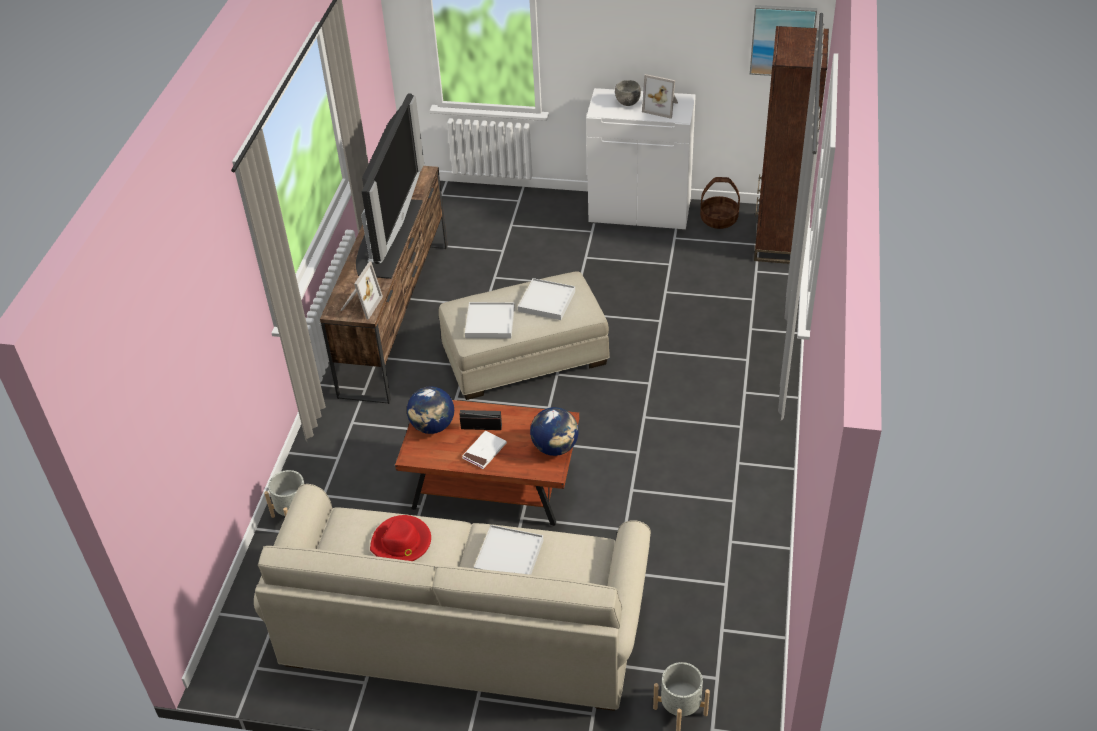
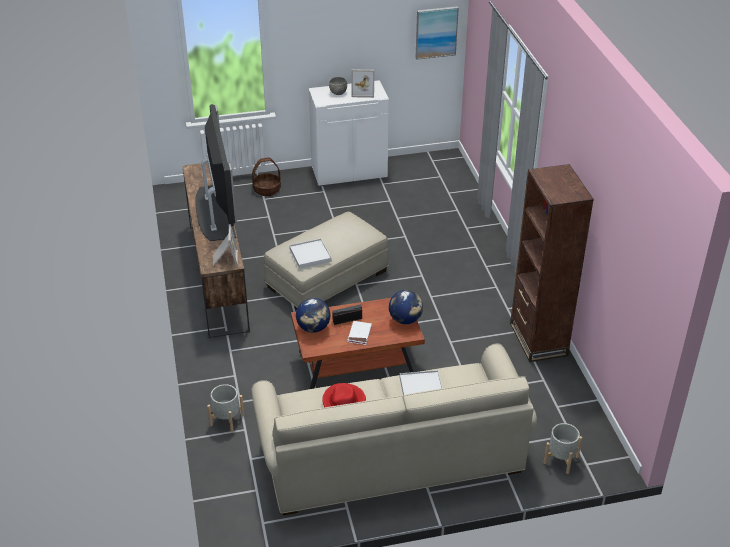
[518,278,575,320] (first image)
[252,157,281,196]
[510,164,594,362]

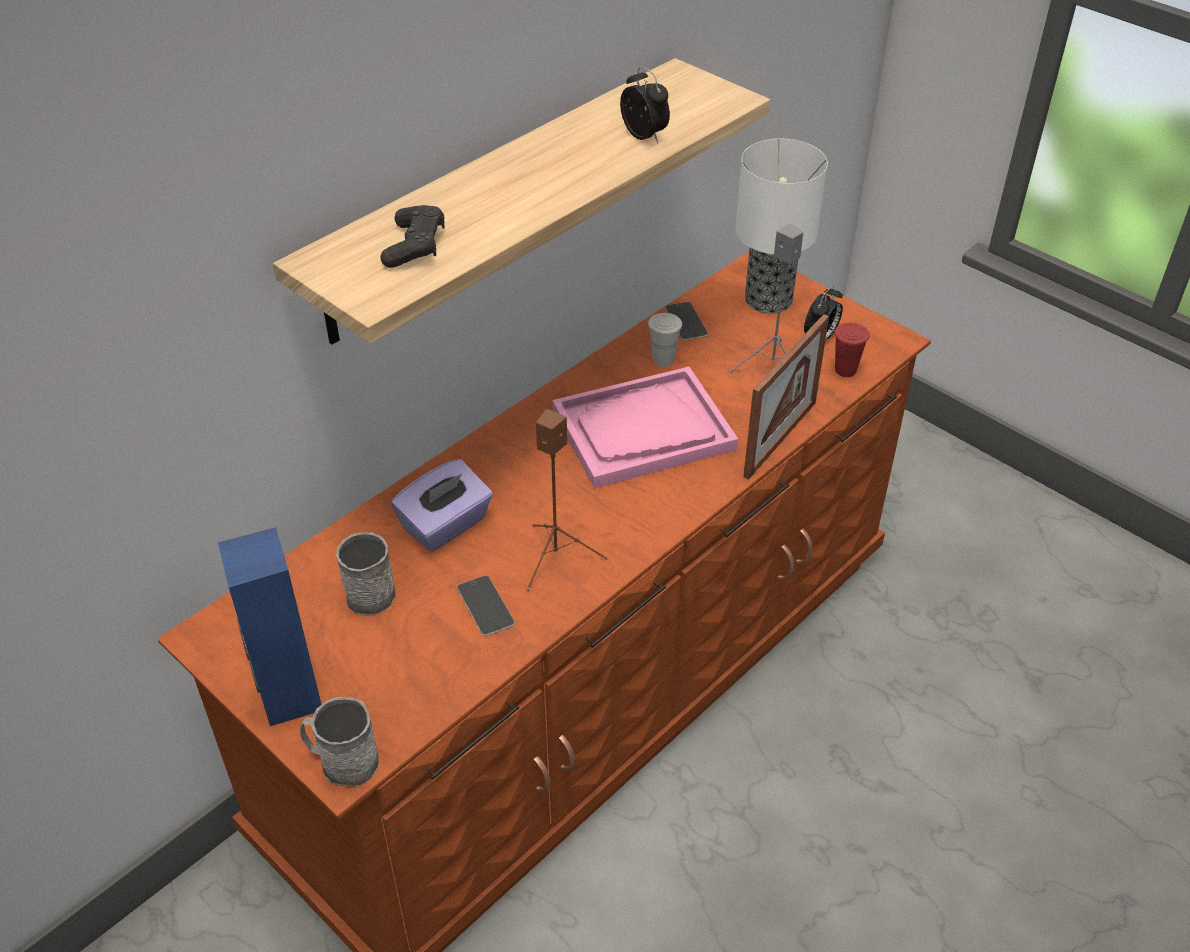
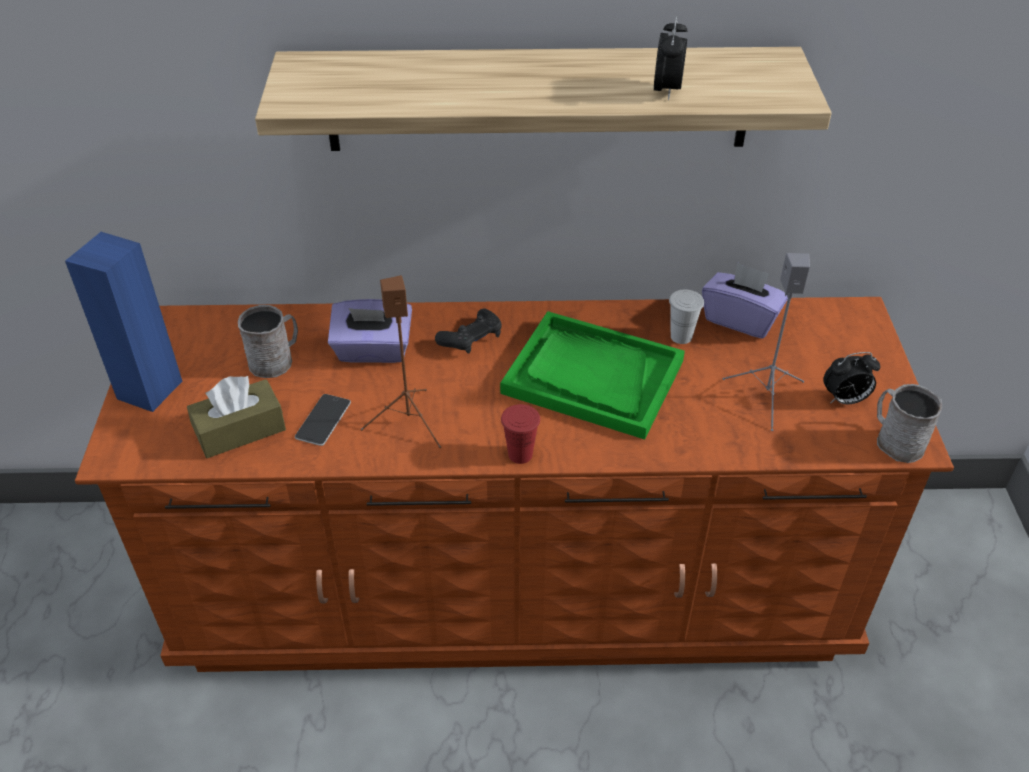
[735,139,828,314] (first image)
[743,314,829,480] (first image)
[187,376,286,458]
[877,384,942,463]
[435,308,502,354]
[501,404,540,464]
[702,263,788,339]
[500,311,685,440]

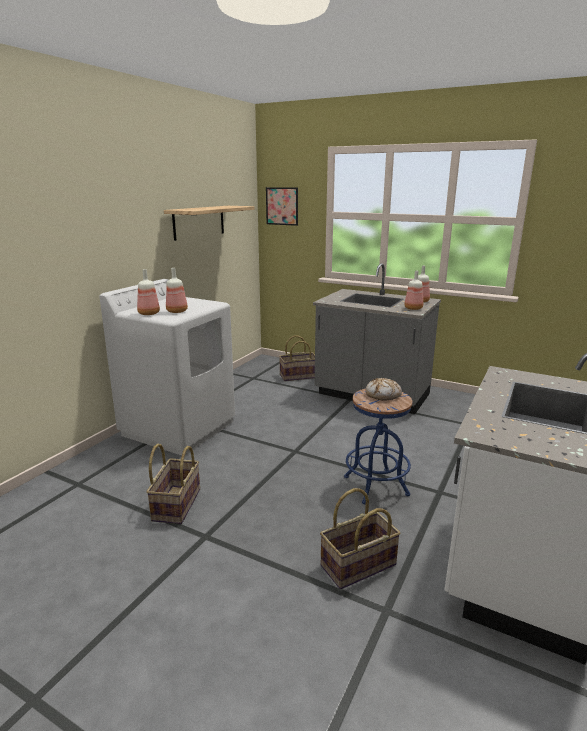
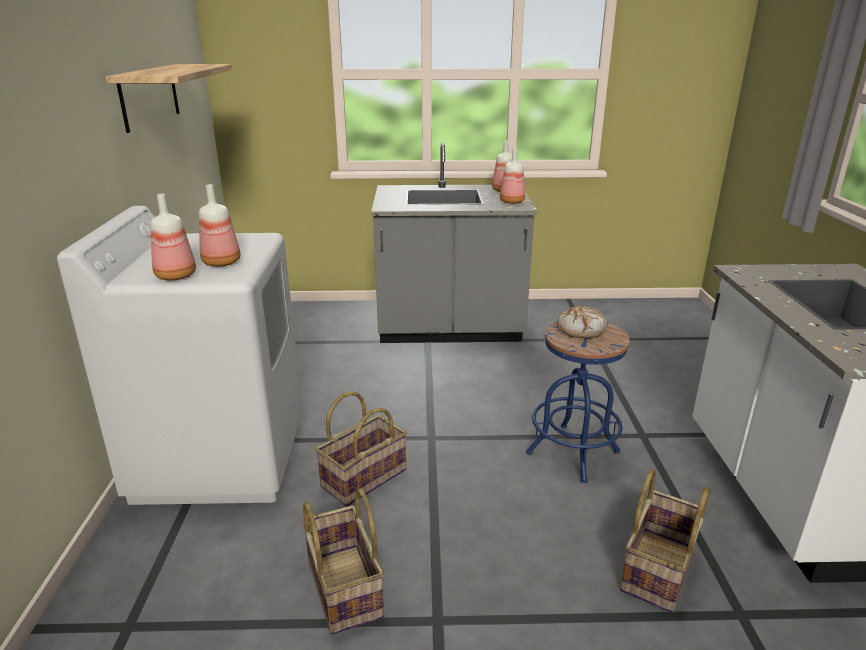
[266,187,298,226] (first image)
[315,391,407,507]

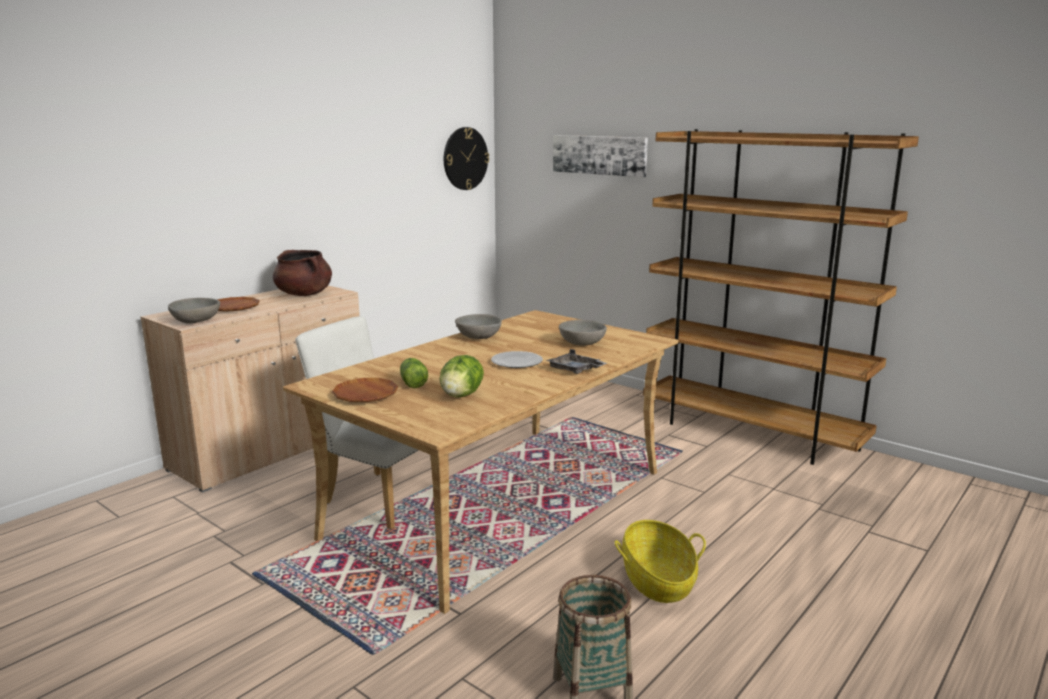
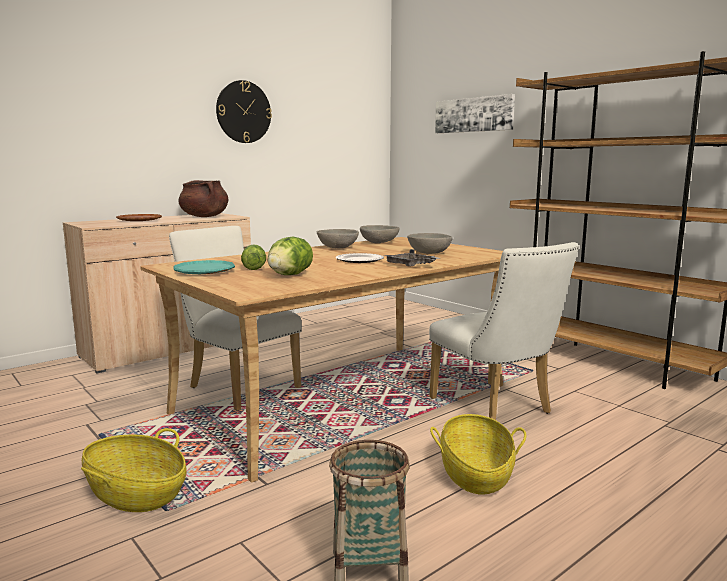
[81,428,187,512]
[429,242,579,420]
[360,225,400,243]
[216,80,272,143]
[173,260,235,274]

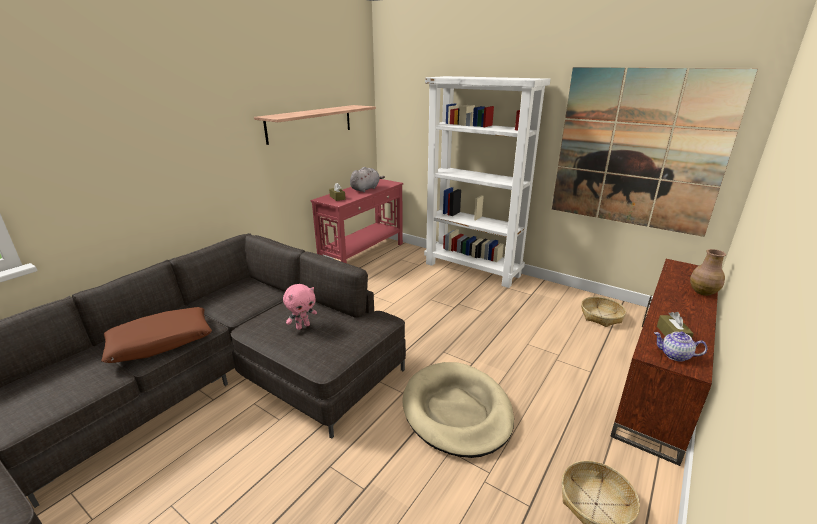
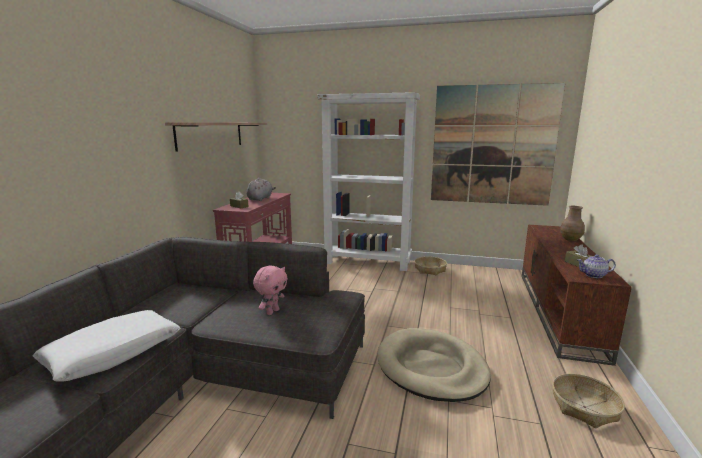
[414,256,447,275]
[33,310,181,382]

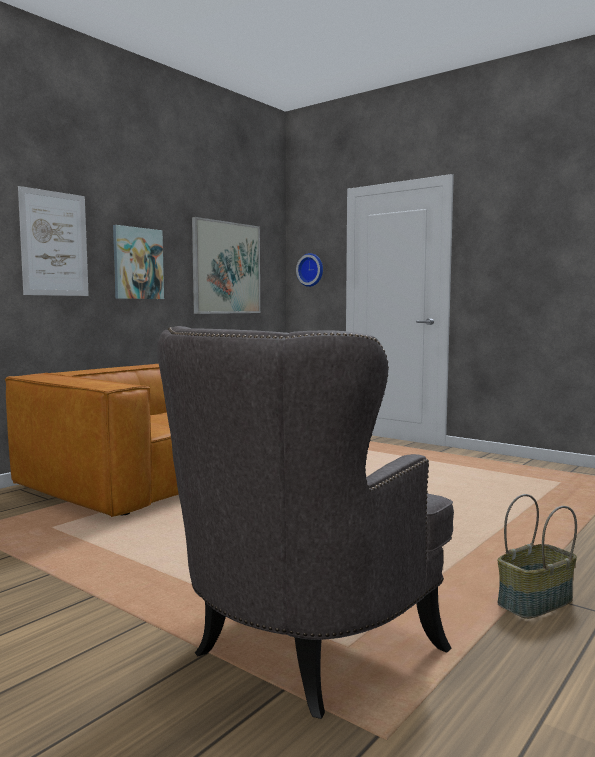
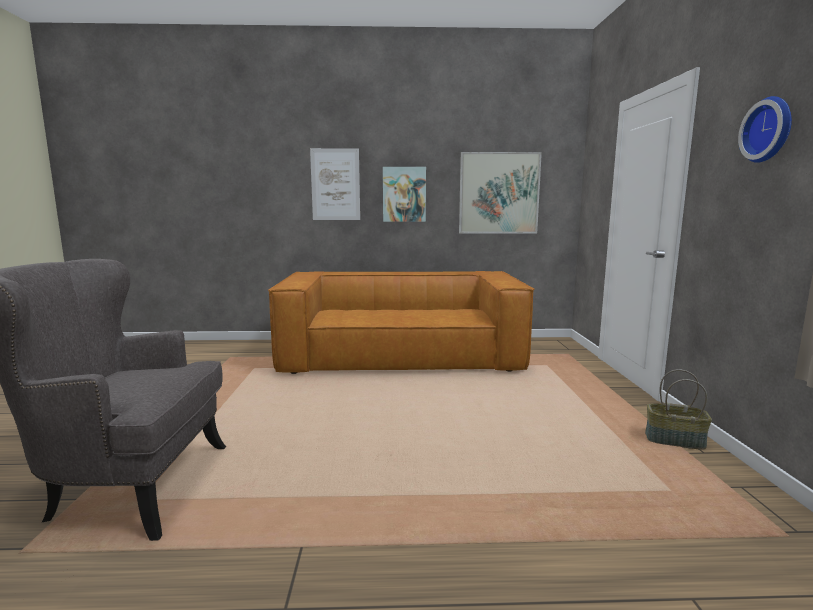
[738,96,792,163]
[645,369,712,450]

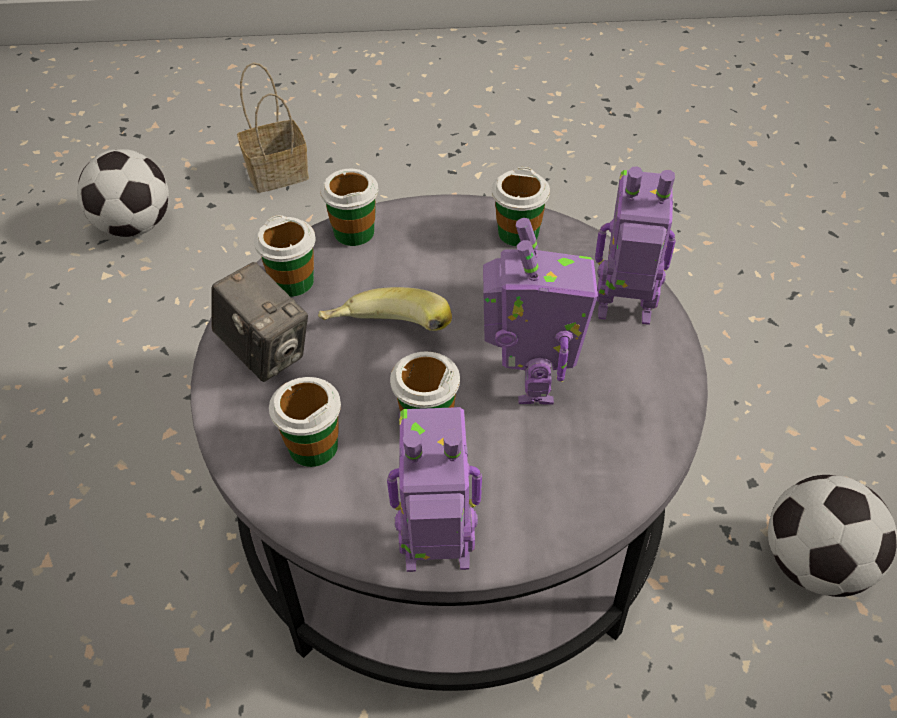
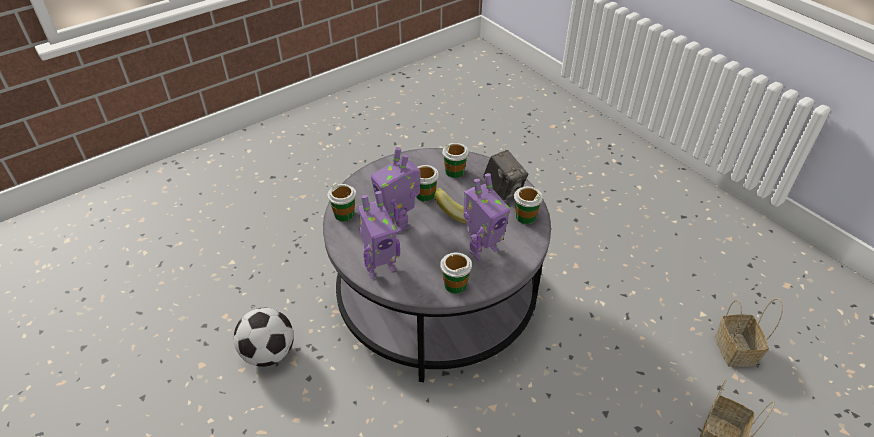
[327,184,356,221]
[464,173,510,261]
[715,298,783,367]
[483,150,528,200]

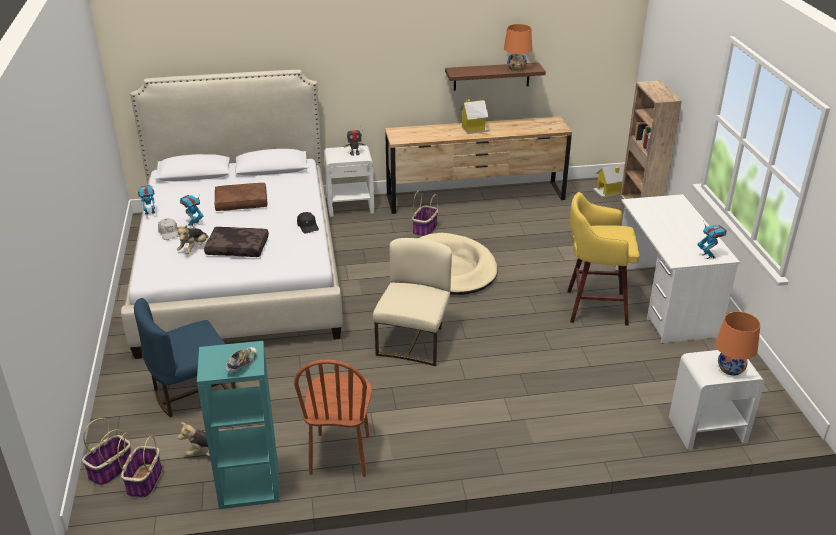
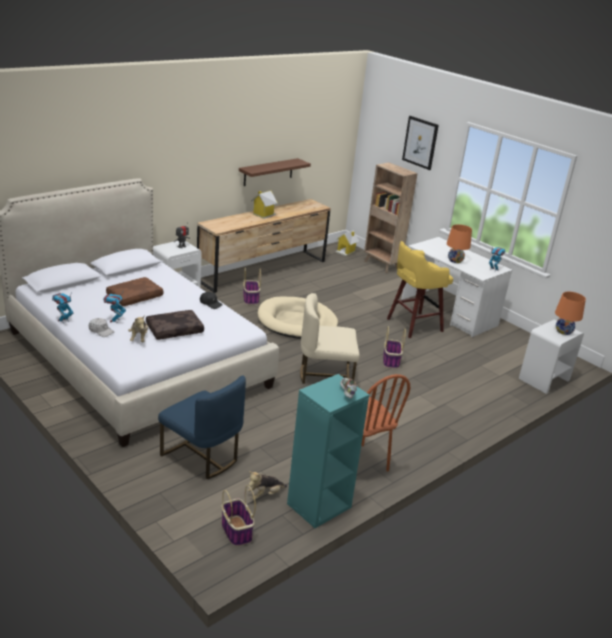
[402,116,439,170]
[383,326,406,369]
[447,224,472,263]
[158,375,246,480]
[300,293,360,384]

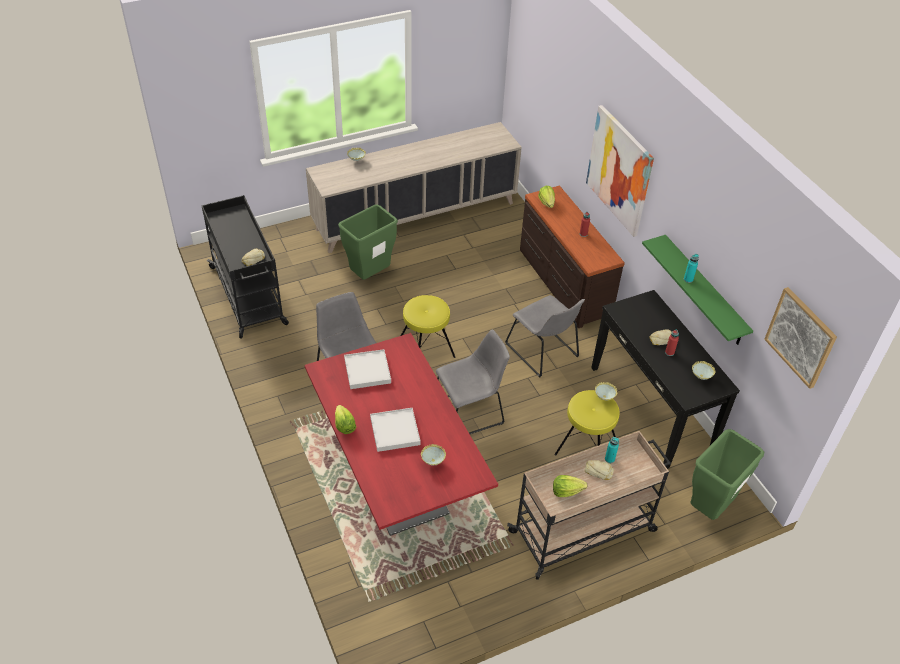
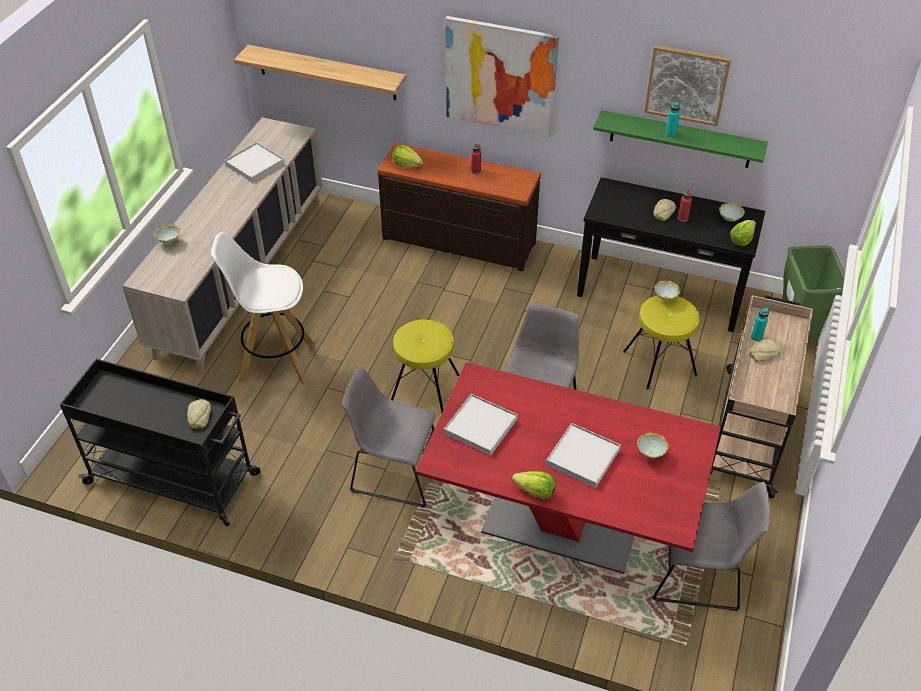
[224,142,285,183]
[234,45,406,100]
[652,482,770,611]
[730,220,756,247]
[644,45,731,126]
[211,232,315,384]

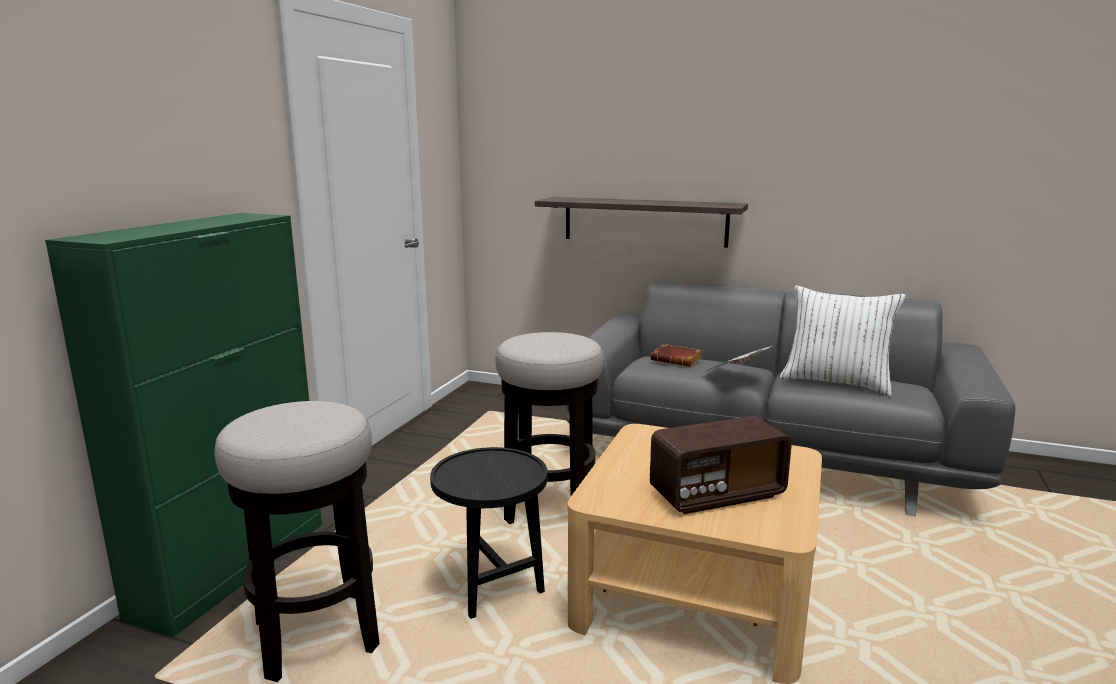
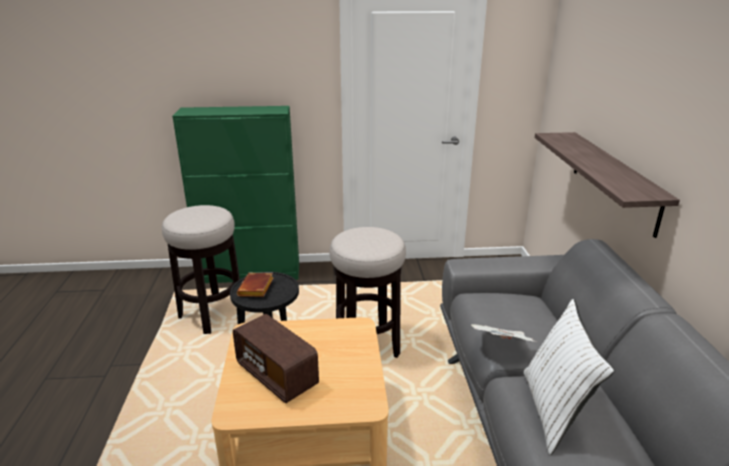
[237,273,273,297]

